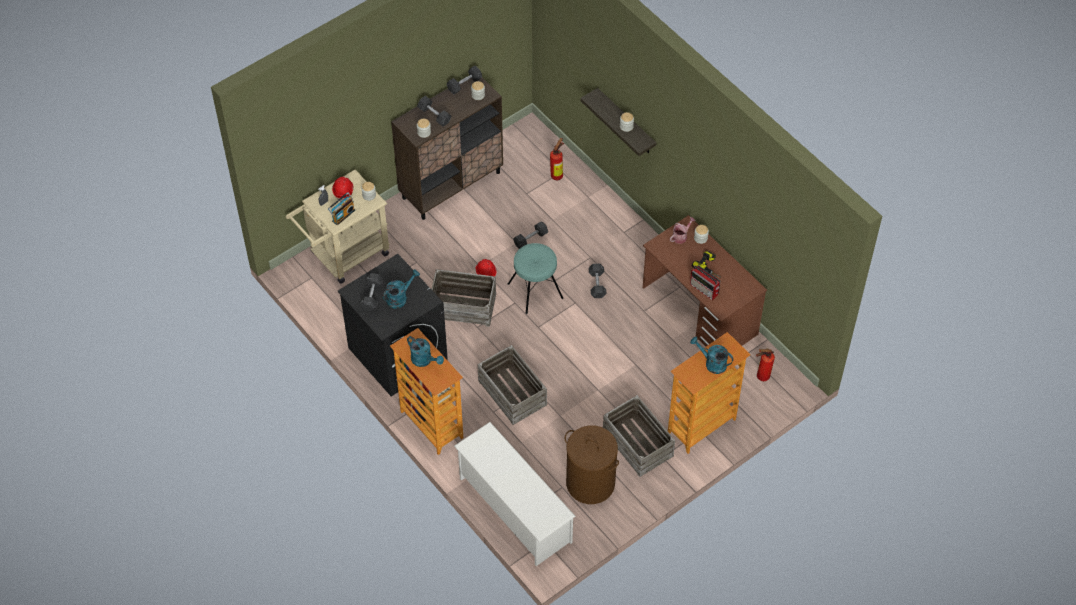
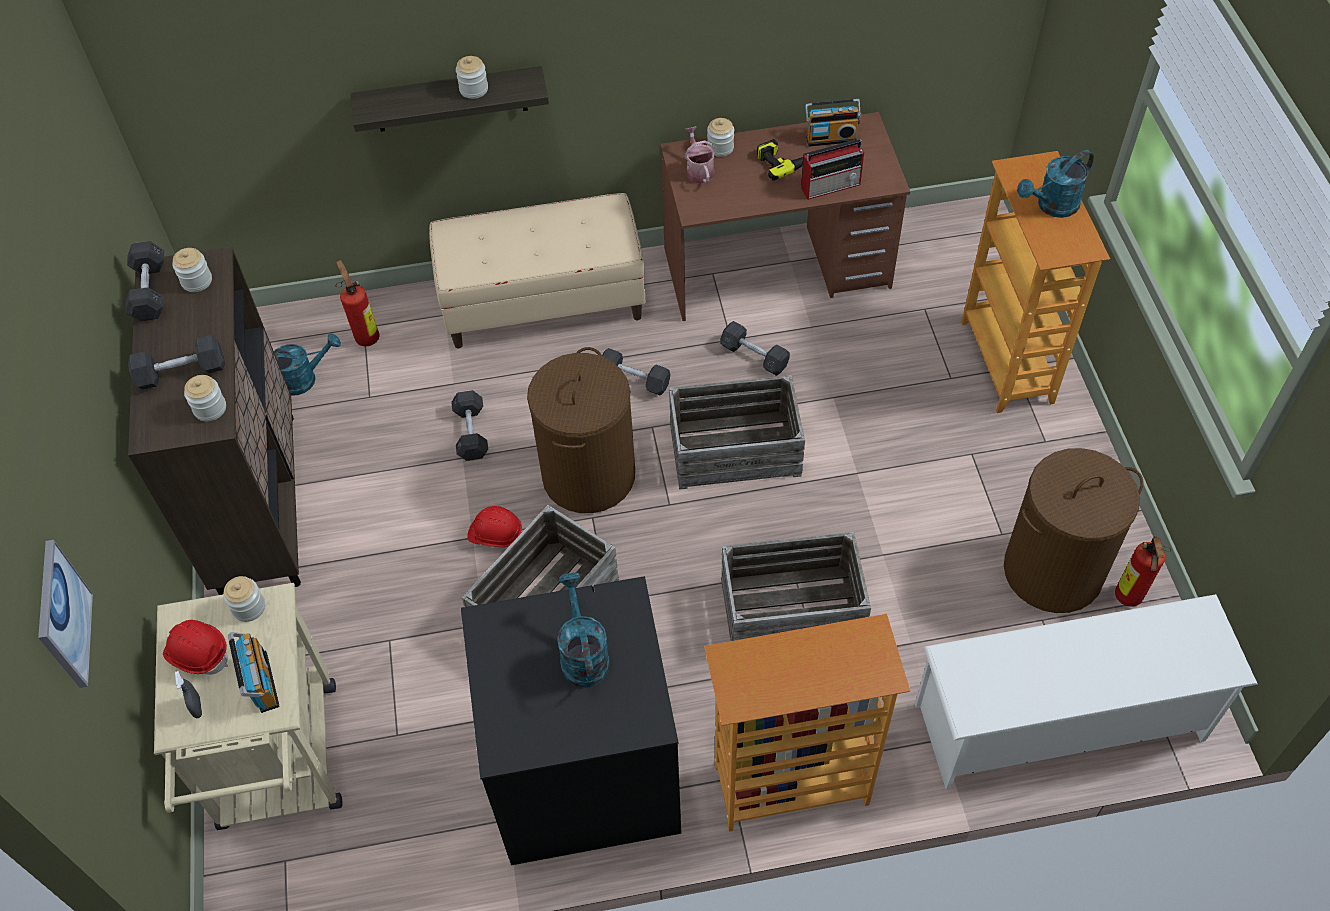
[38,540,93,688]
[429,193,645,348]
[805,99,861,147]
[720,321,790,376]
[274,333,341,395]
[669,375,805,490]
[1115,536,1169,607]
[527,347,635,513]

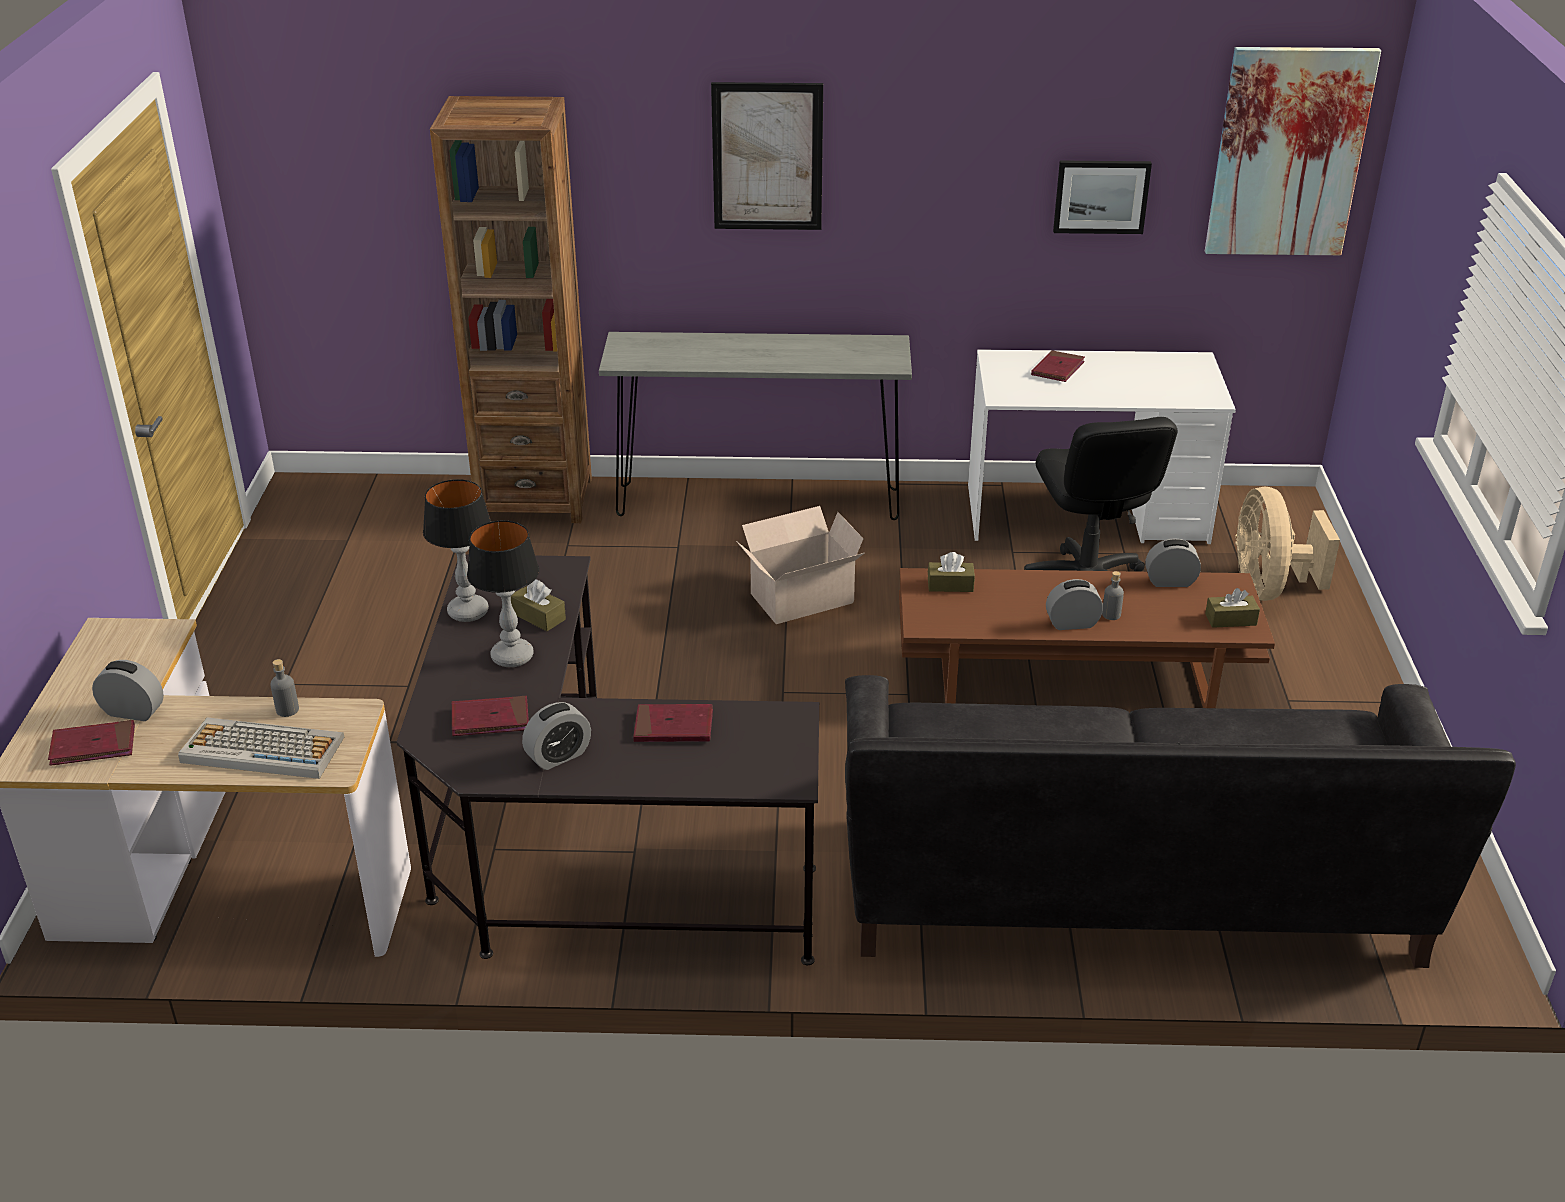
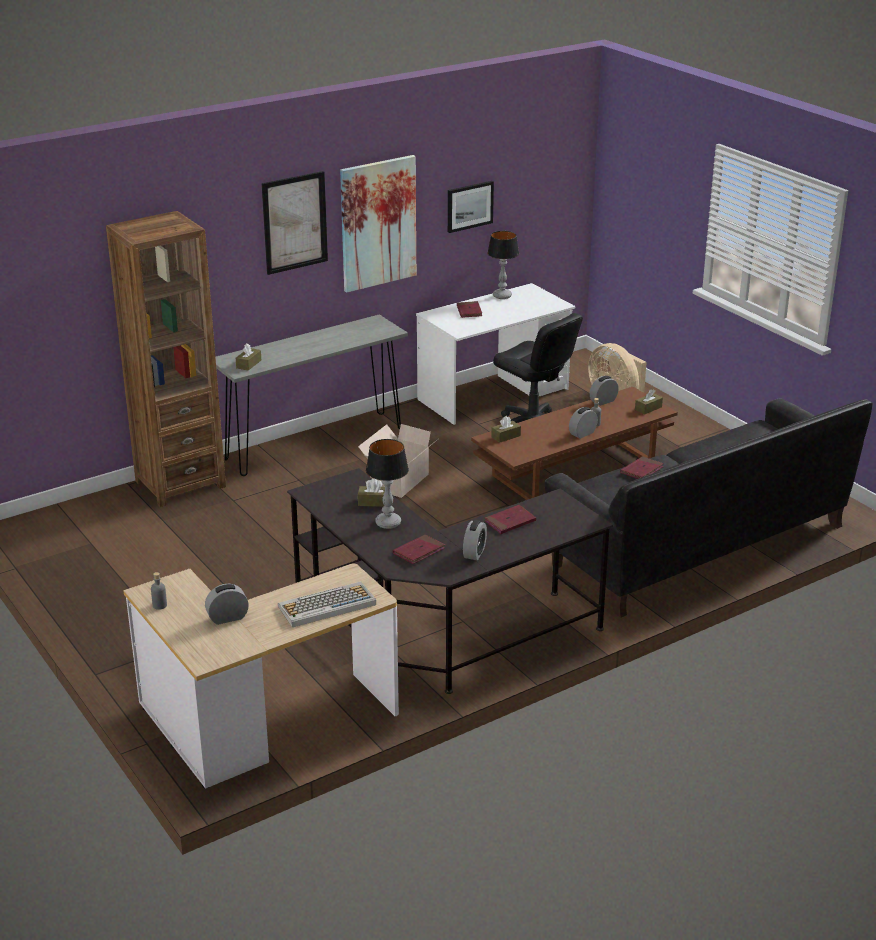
[236,344,261,371]
[620,456,664,479]
[151,572,167,610]
[488,231,519,299]
[340,155,416,293]

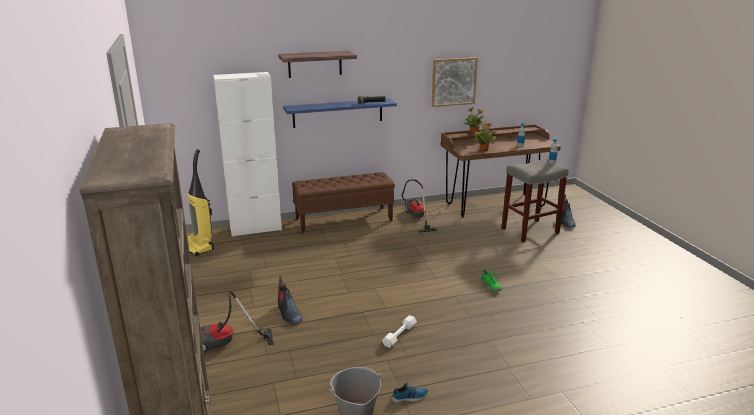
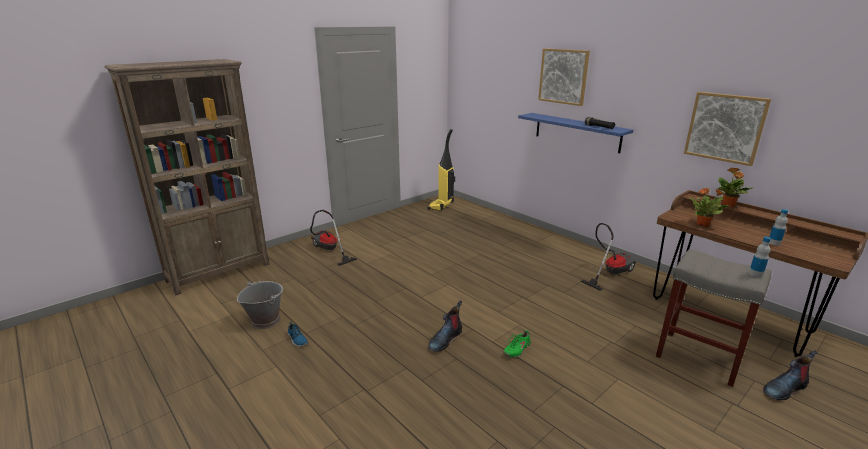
[213,72,282,237] (first image)
[292,172,395,233] (first image)
[382,315,417,348] (first image)
[428,300,462,352]
[538,48,590,106]

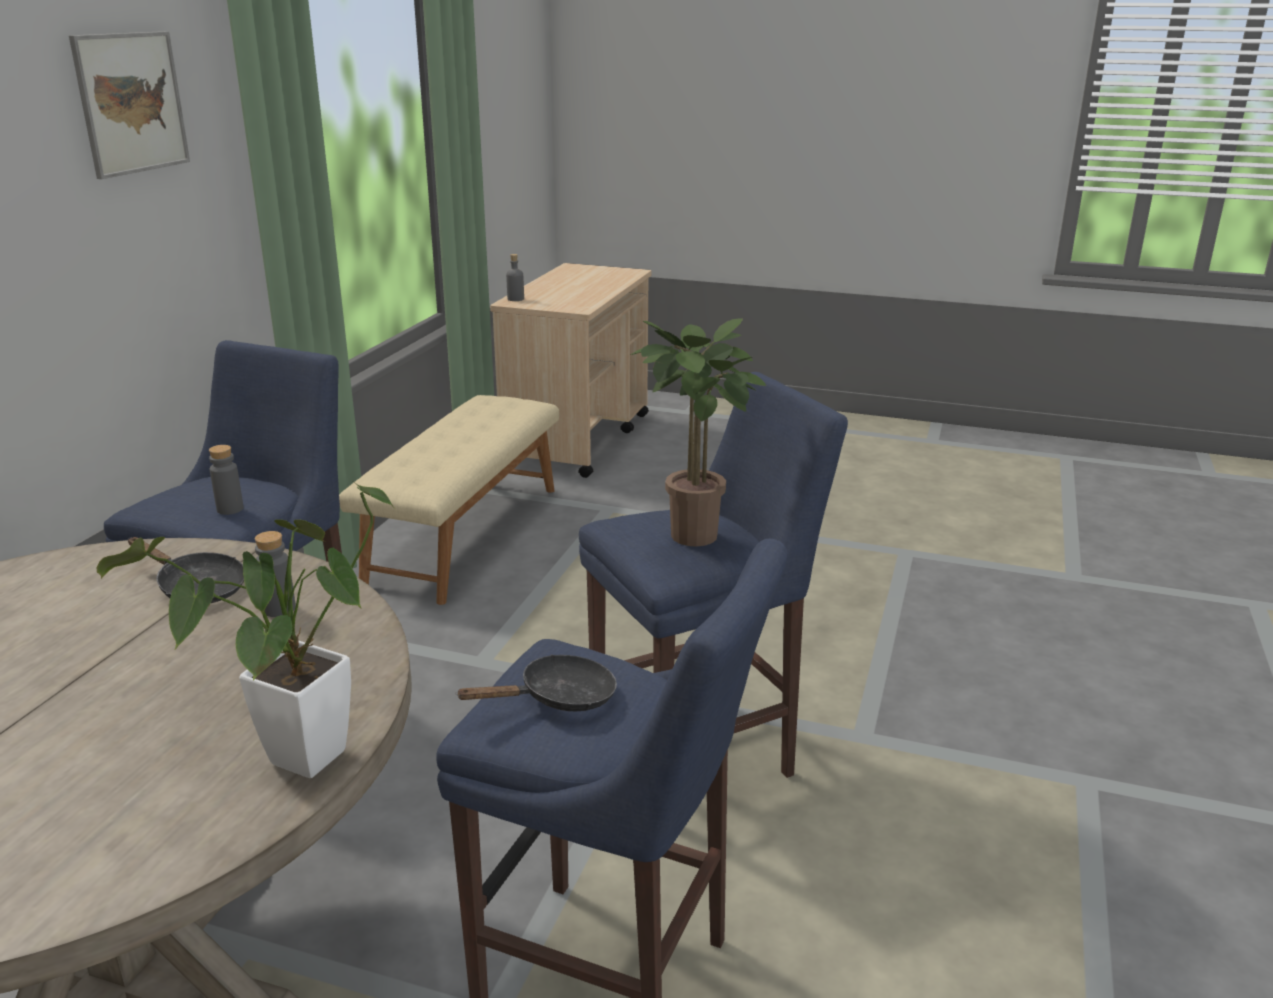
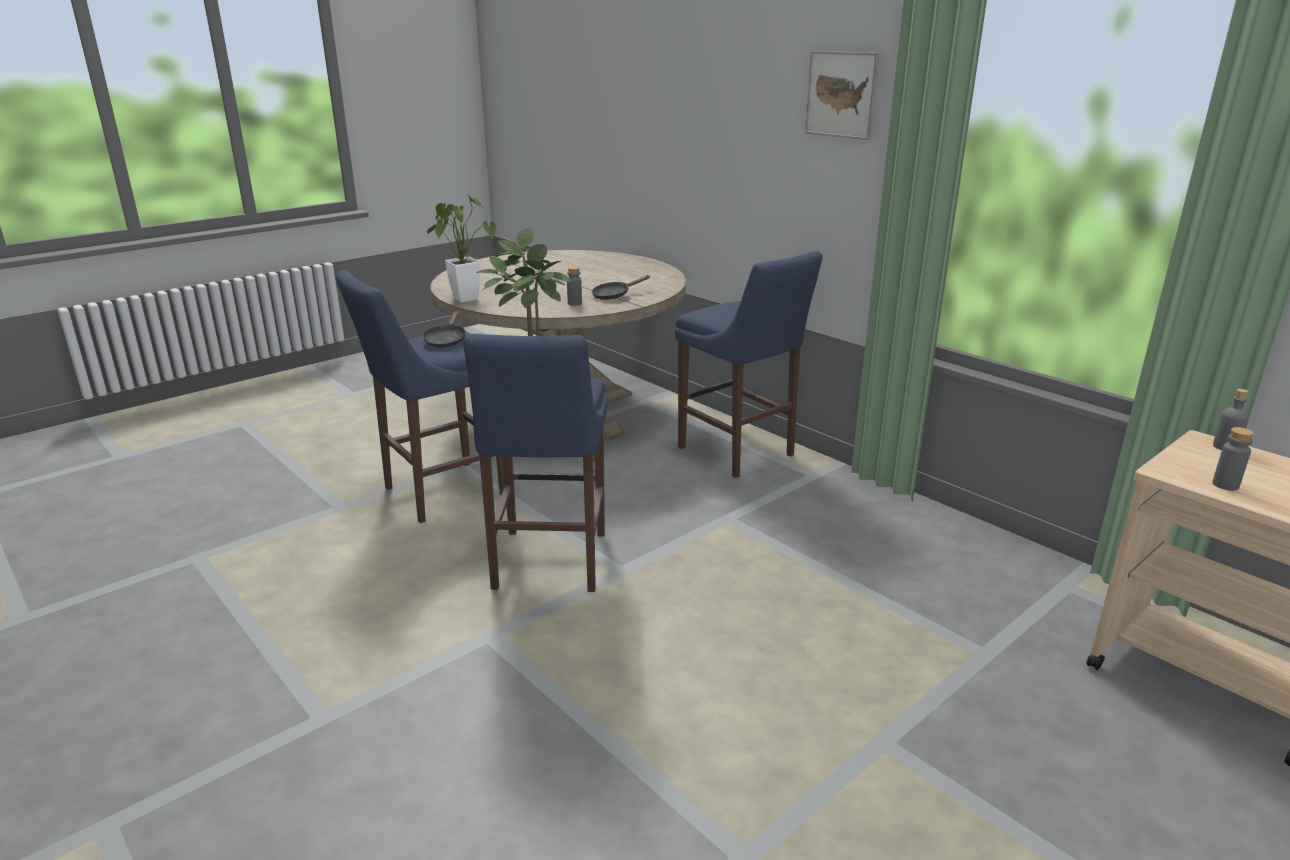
[339,395,559,605] (first image)
[1212,427,1254,491]

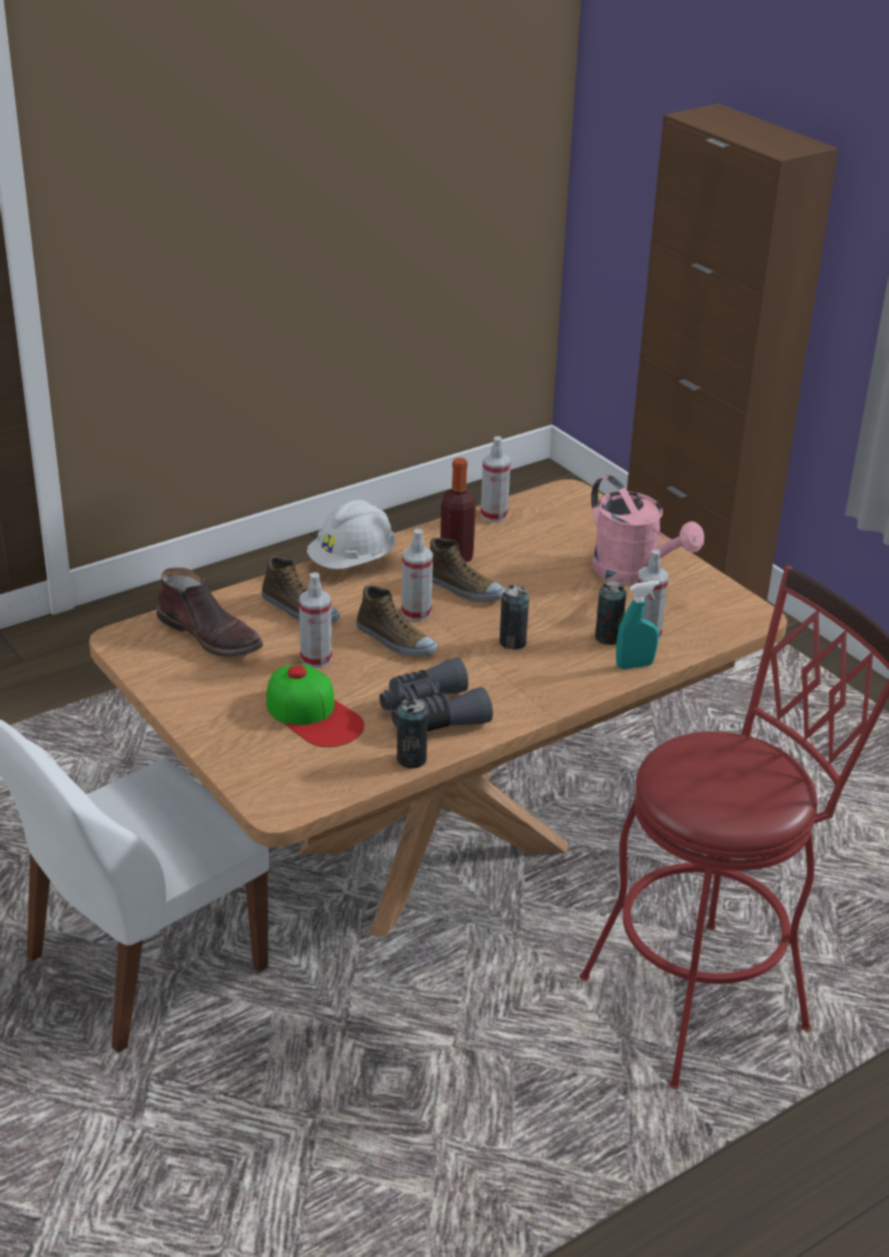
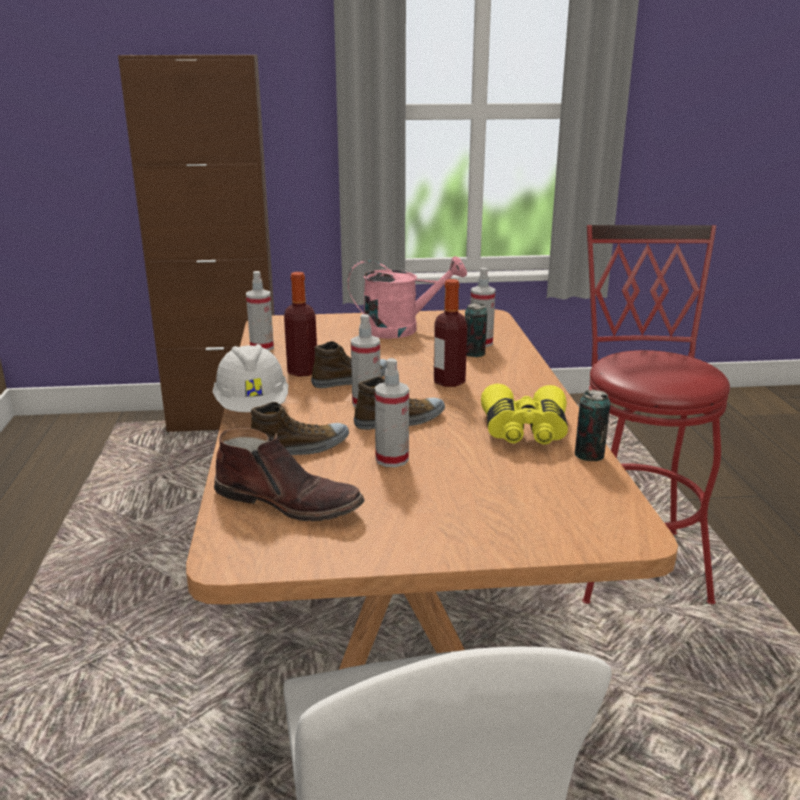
[266,664,364,747] (first image)
[616,581,660,669] (first image)
[434,279,467,387]
[481,384,568,444]
[214,428,364,522]

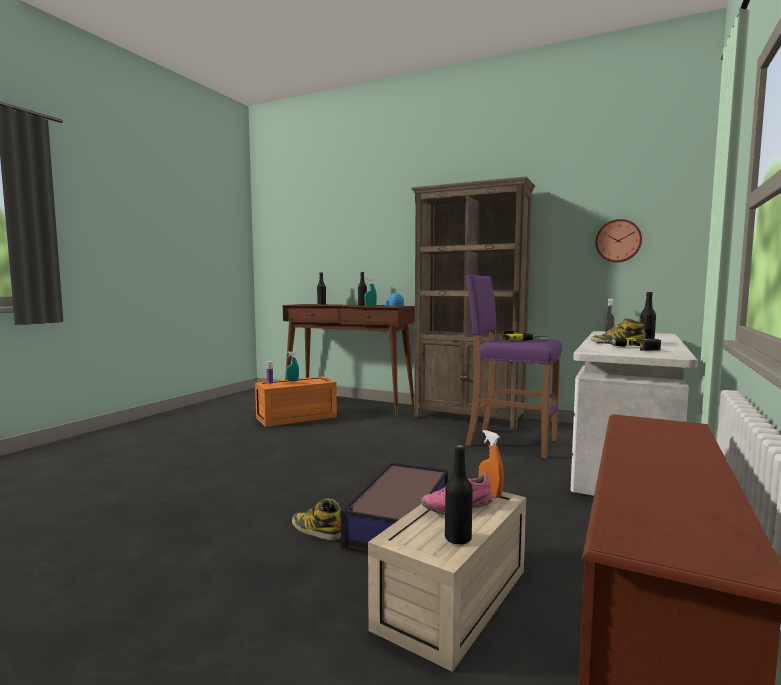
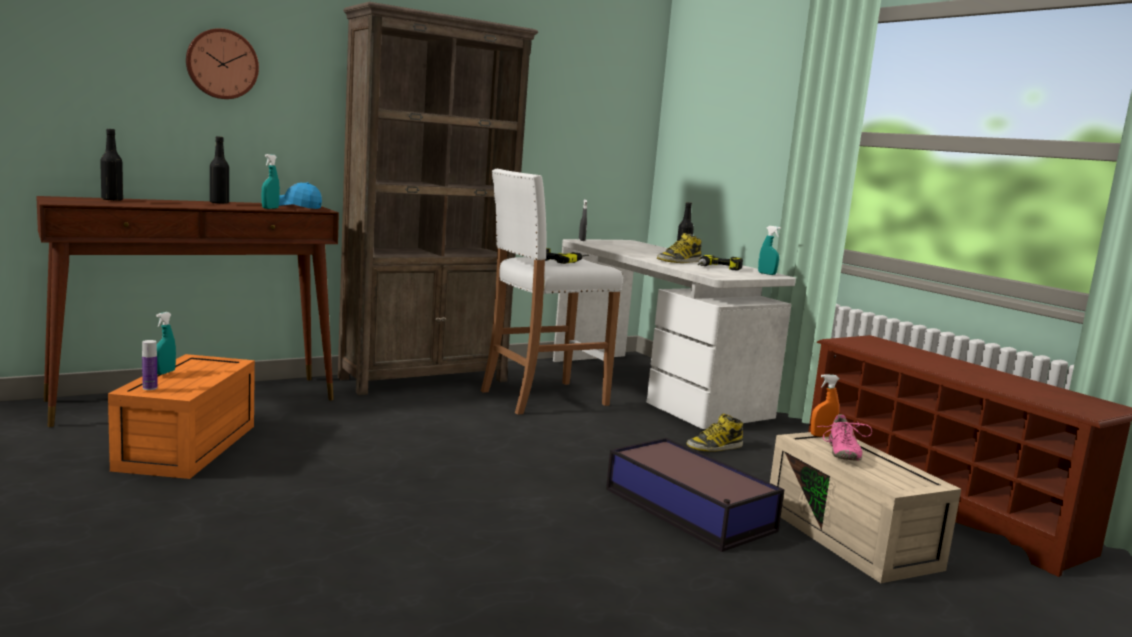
[445,445,473,544] (first image)
[758,226,781,275]
[686,414,743,452]
[186,28,259,99]
[481,169,624,415]

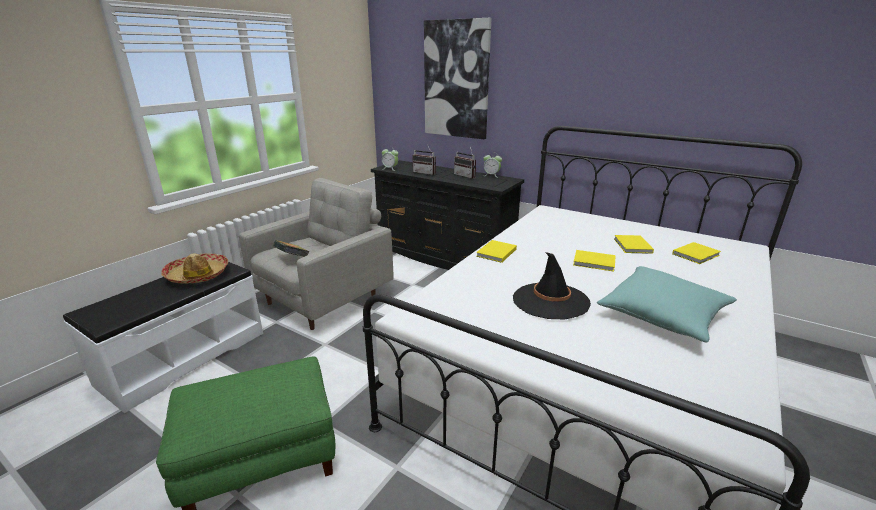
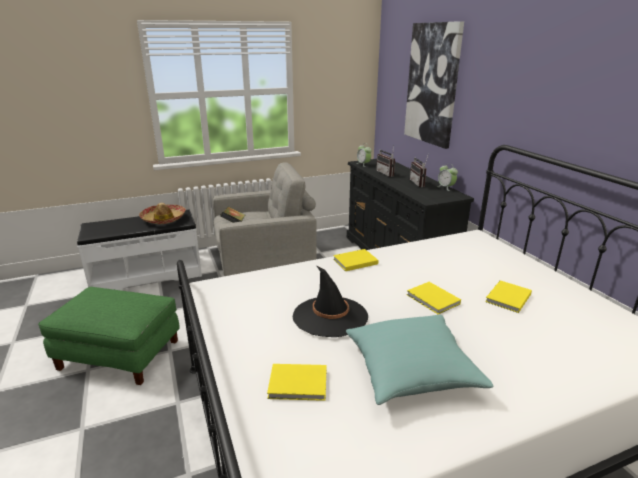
[267,364,327,401]

